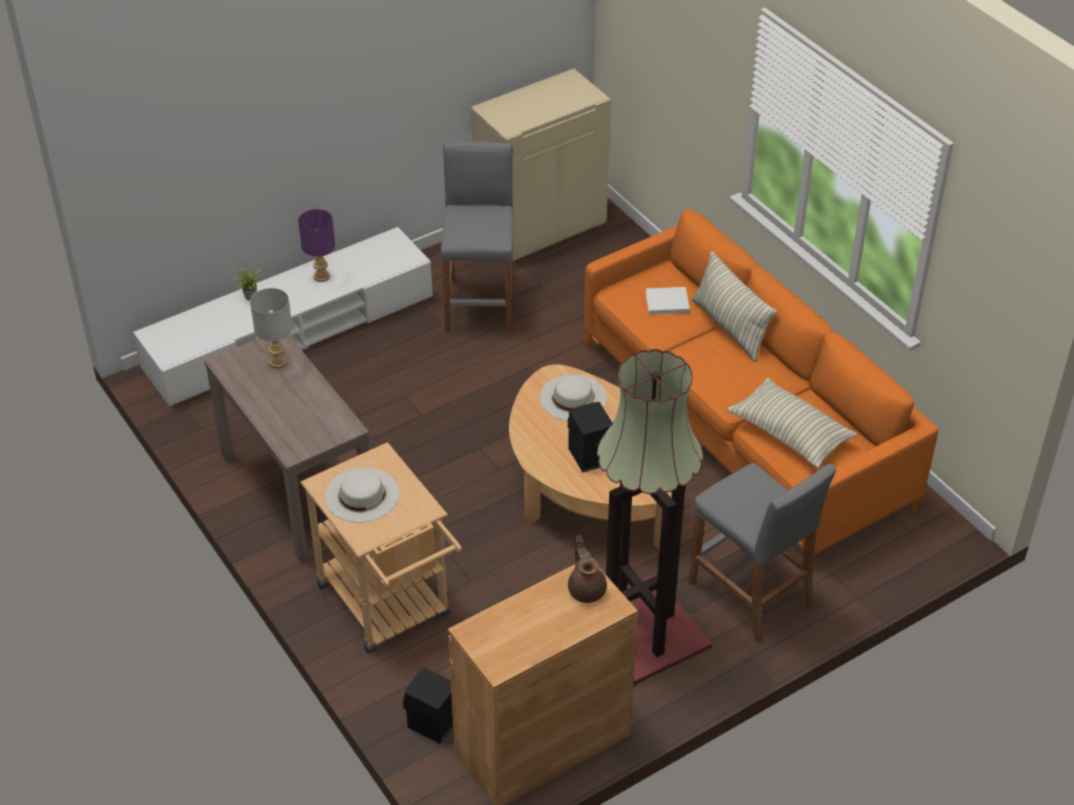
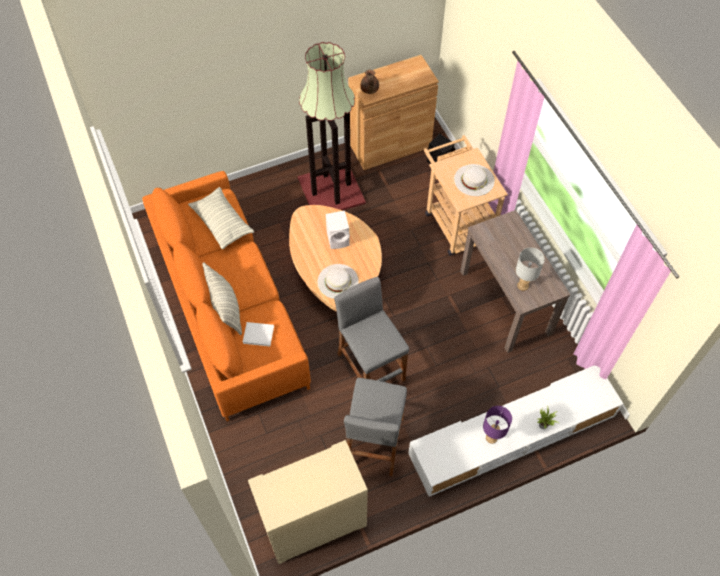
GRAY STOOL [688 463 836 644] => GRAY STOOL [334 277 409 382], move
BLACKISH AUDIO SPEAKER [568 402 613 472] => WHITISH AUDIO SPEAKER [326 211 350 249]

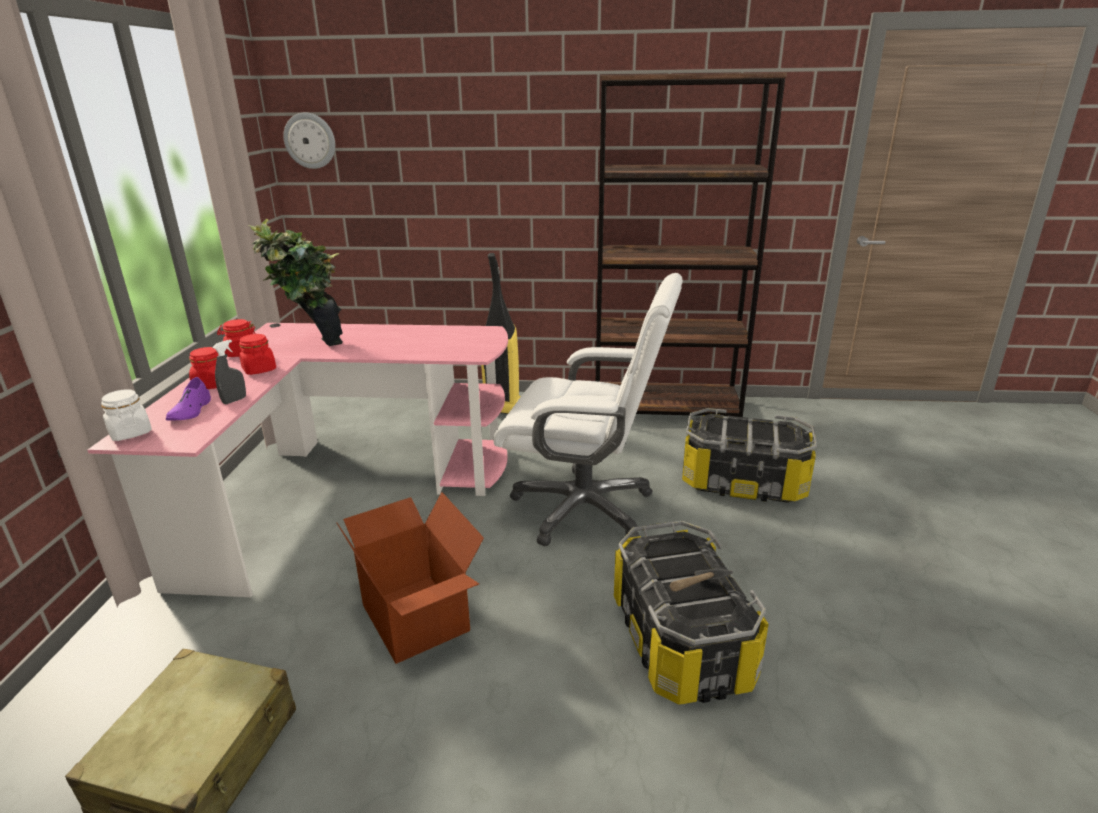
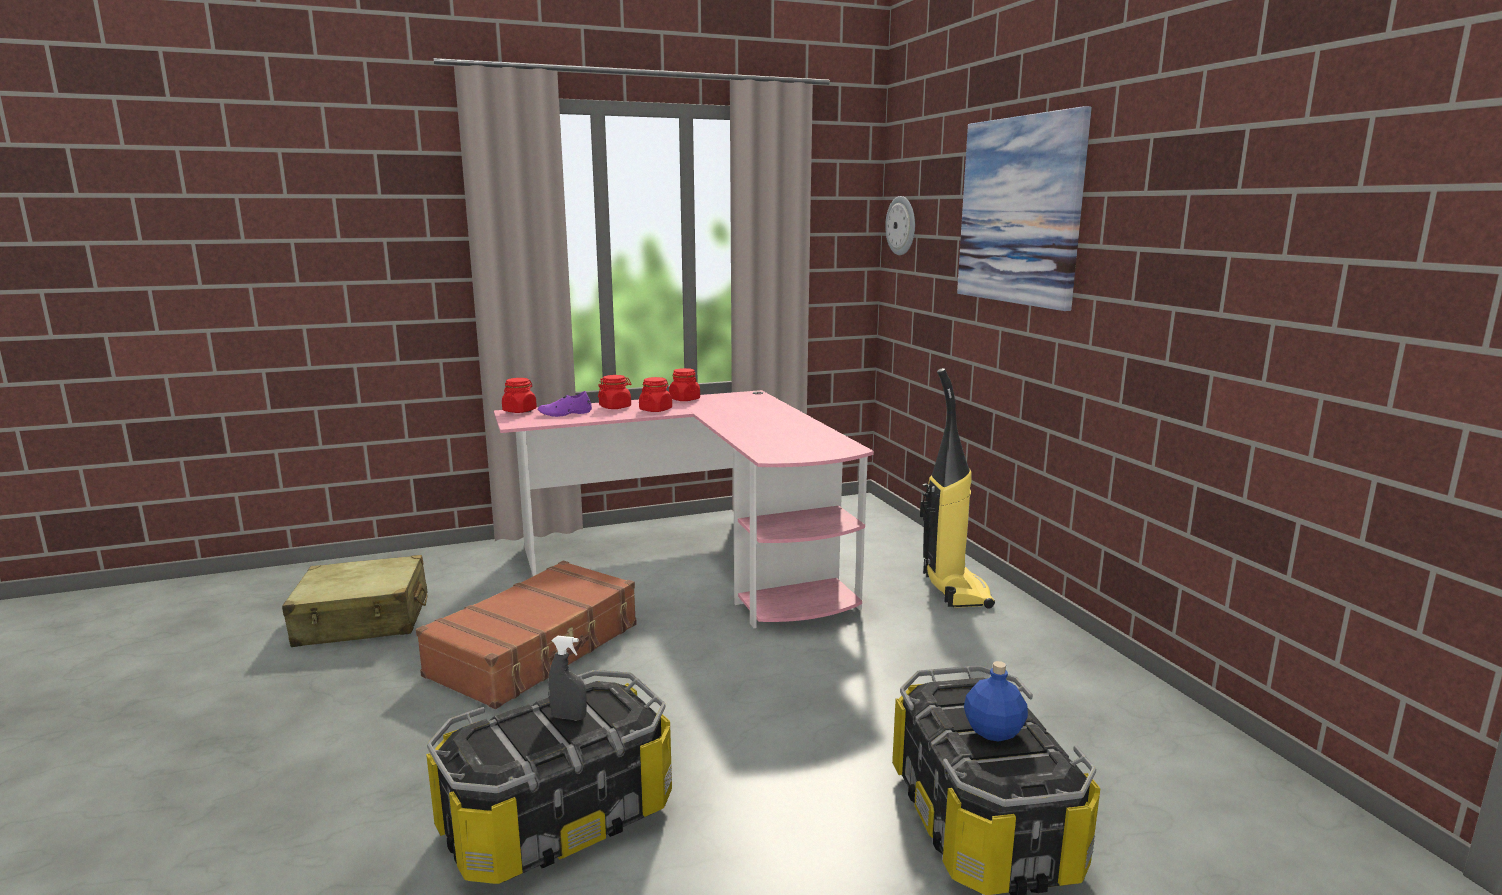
PLANT IN A POT [249 219 343 346] => nothing
WHITISH COMPUTER CHAIR [493 273 683 546] => nothing
BROWN-COLOURED SHELVING UNIT [596 72 787 417] => nothing
TOOL HAMMER [670 568 733 592] => nothing
nothing => WALL PICTURE [957 106 1092 311]
nothing => BLUISH BOTTLE [964 661 1028 742]
GRAY HAND SPRAYER [212 340 246 404] => GRAY HAND SPRAYER [548 636 587 720], move
CARDBOARD BOX [336 492 484 664] => BROWN-COLOURED SUITCASE [416 561 637 709]
WHITISH STORAGE JAR [101 389 152 441] => RED STORAGE JAR [502 378 537 413]

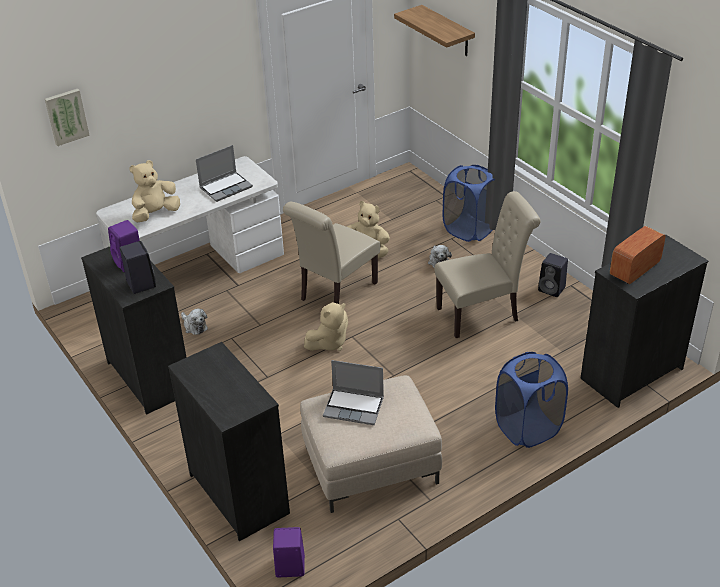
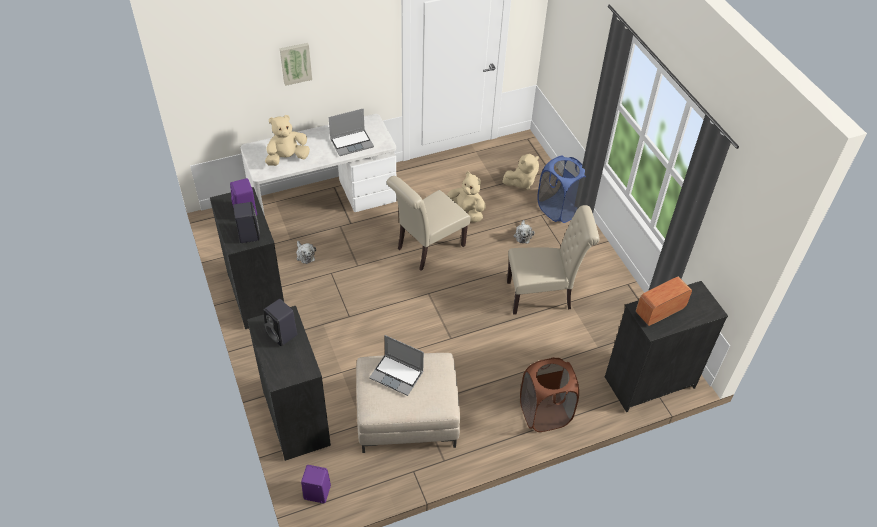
SHELF [394 5 475 56] => nothing
WALL PICTURE [45 89 90 146] => WALL PICTURE [280 43 312 86], move
BEIGE-COLOURED CUDDLY TOY [304 302 348 351] => BEIGE-COLOURED CUDDLY TOY [502 154 539 190], move
BLACKISH AUDIO SPEAKER [538 253 568 297] => BLACKISH AUDIO SPEAKER [264 299 297 346], move
BLUISH HAMPER [495 352 568 448] => BROWN-COLOURED HAMPER [520 357 579 432]

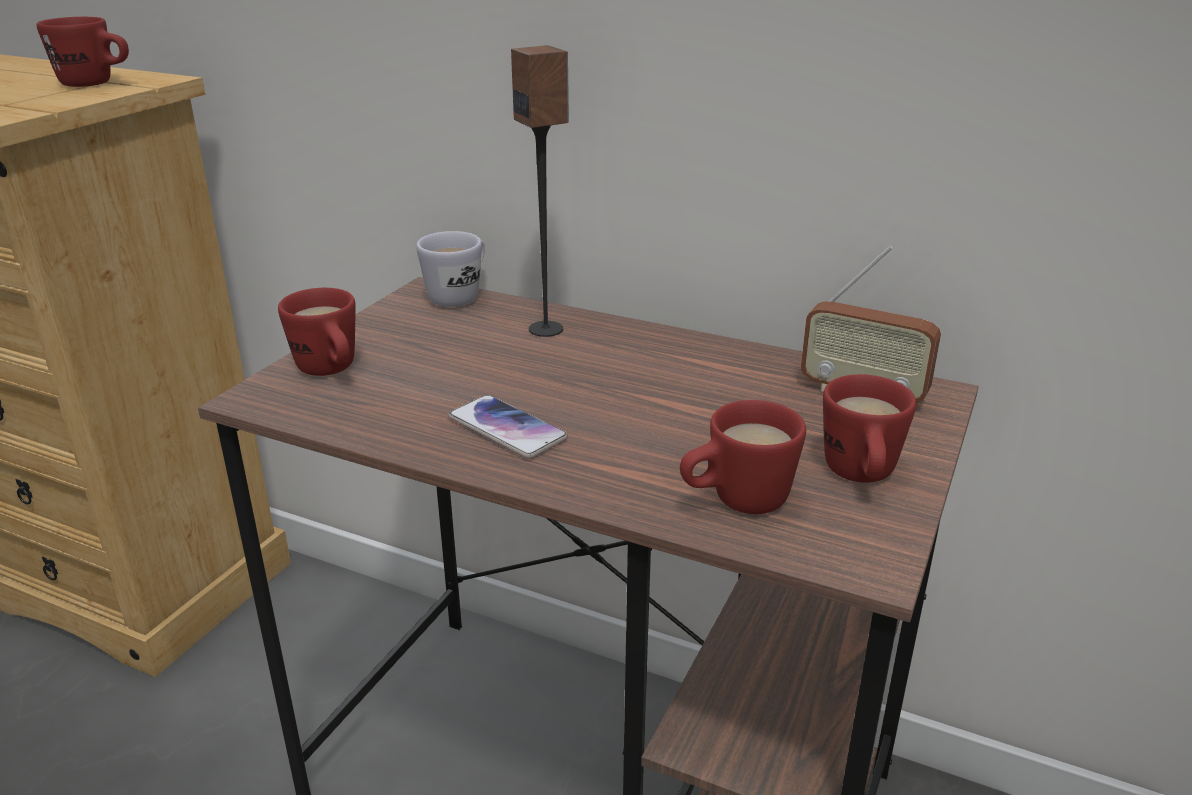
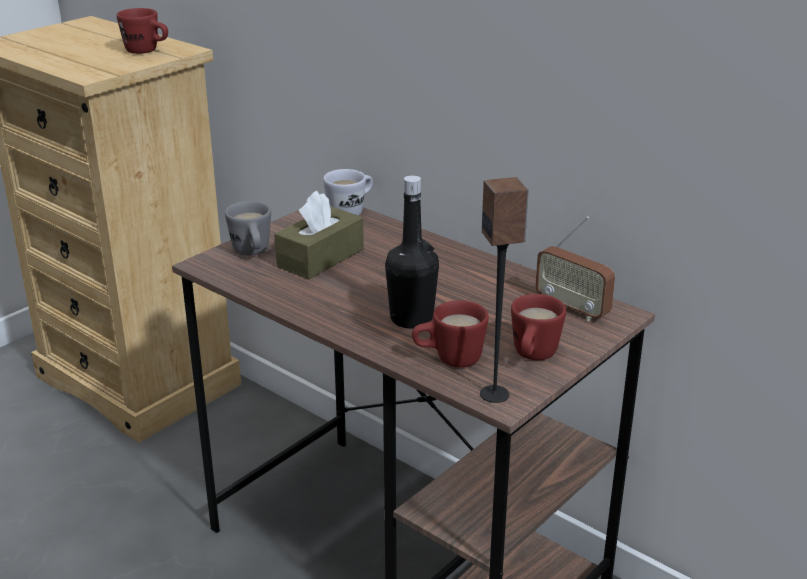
PHONE [448 395 568 459] => nothing
nothing => BROWN-COLOURED TISSUE BOX [274 191 364 280]
nothing => BLACKISH BOTTLE [385 175 439 329]
AUDIO SPEAKER [511 45 569 337] => AUDIO SPEAKER [480 177 529 403], move
RED COFFEE MUG [278 288 356 376] => GRAY COFFEE MUG [225 201 271 256]

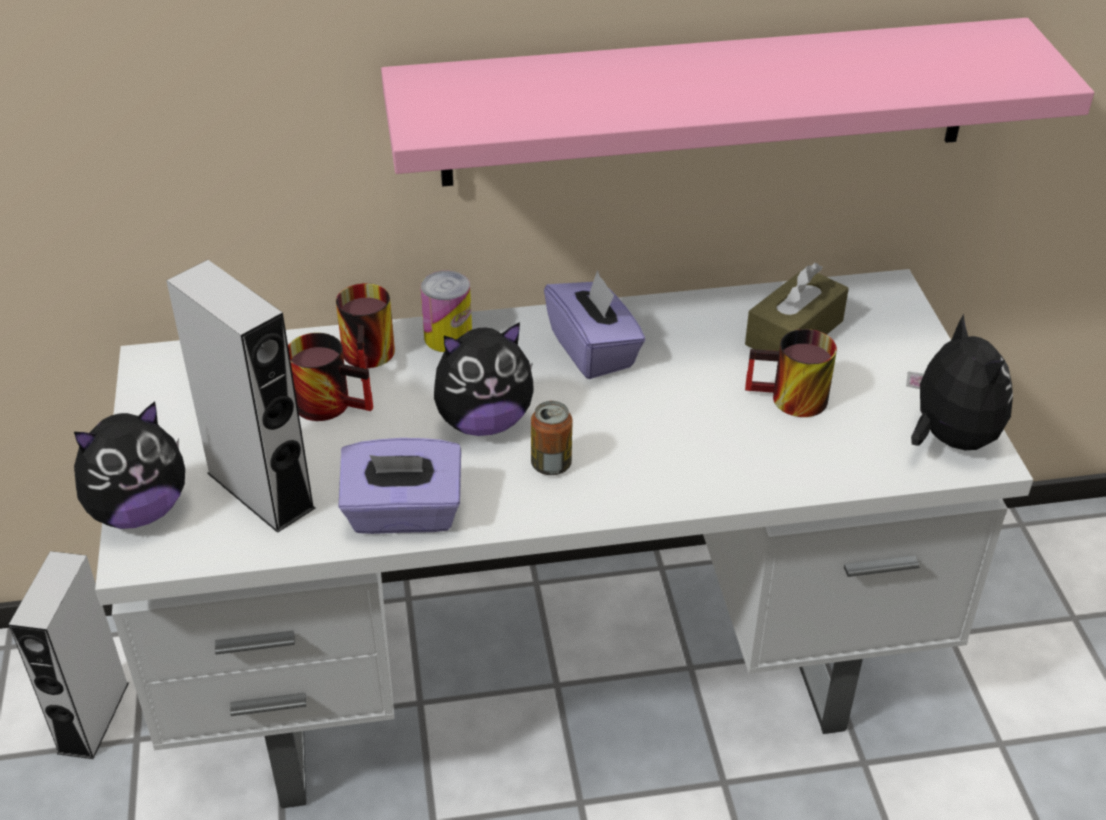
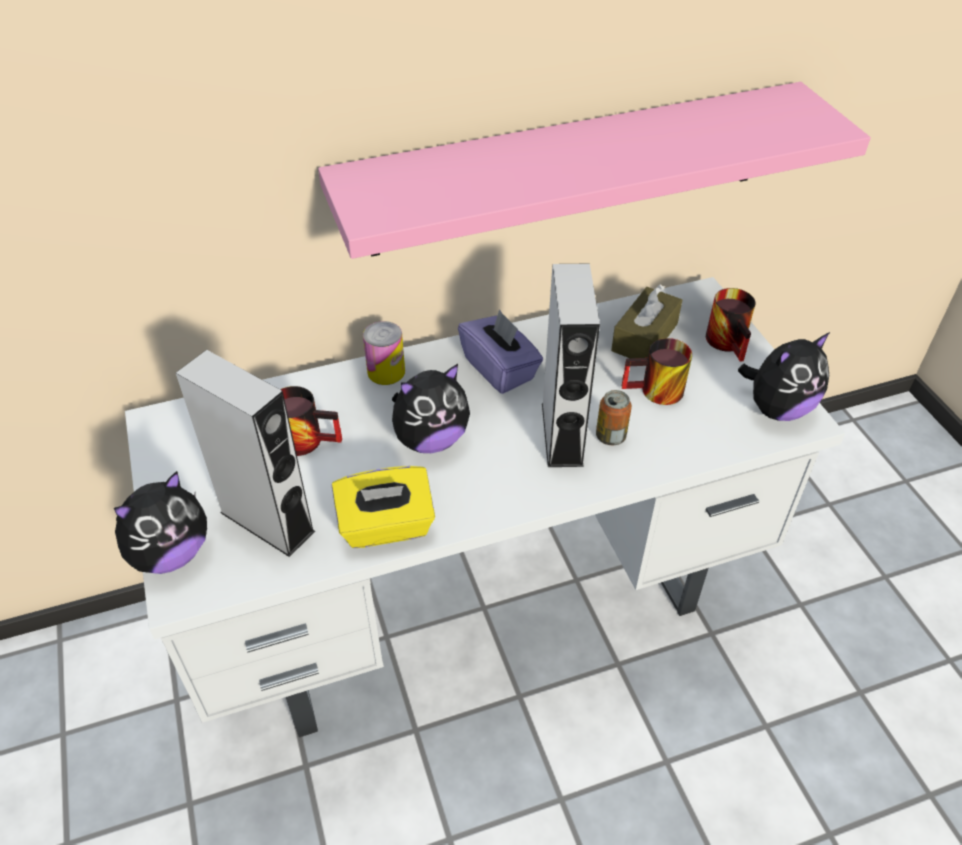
GRAY AUDIO SPEAKER [9 551 129 759] => GRAY AUDIO SPEAKER [542 263 600 467], move
COFFEE MUG [336 283 395 381] => COFFEE MUG [706 288 755 362], move
CAN [531 401 573 475] => CAN [596 390 632 445], move
PURPLISH TISSUE BOX [338 438 461 534] => YELLOW-COLOURED TISSUE BOX [332 466 435 548]
CUDDLY TOY [906 313 1013 450] => CUDDLY TOY [738 332 830 421], 90 degrees clockwise

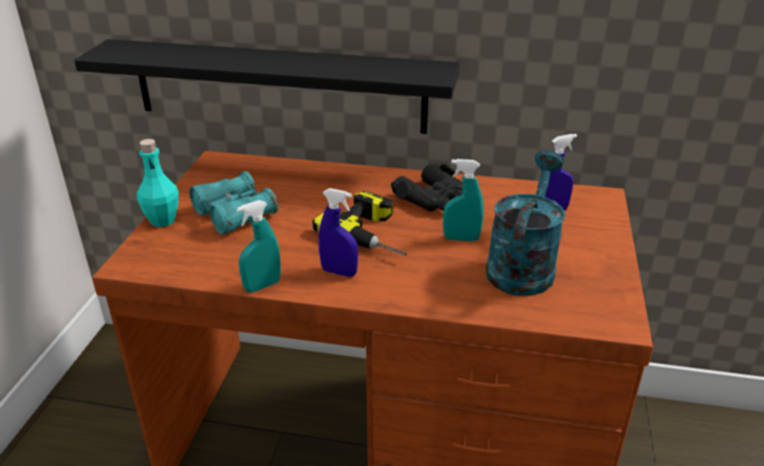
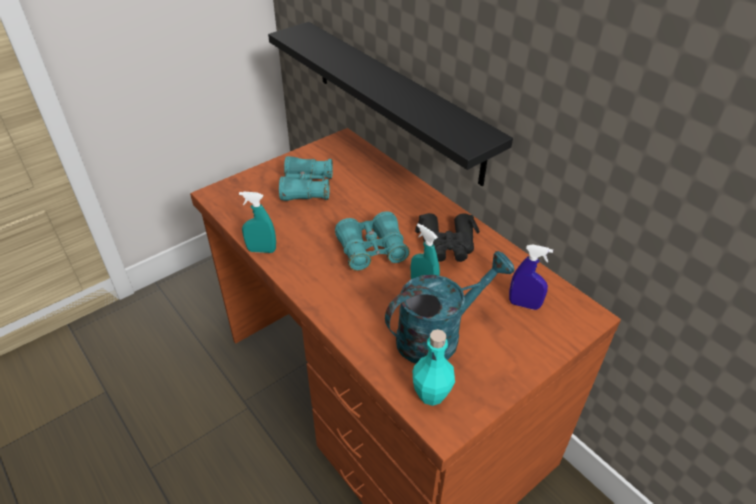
BLUISH HAND SPRAYER [319 188 358 277] => nothing
TURQUOISE-COLOURED BOTTLE [137 139 179 227] => TURQUOISE-COLOURED BOTTLE [413 329 455 406], move
DRILL [312 191 407 256] => TURQUOISE-COLOURED PAIR OF BINOCULARS [335 211 410 271]

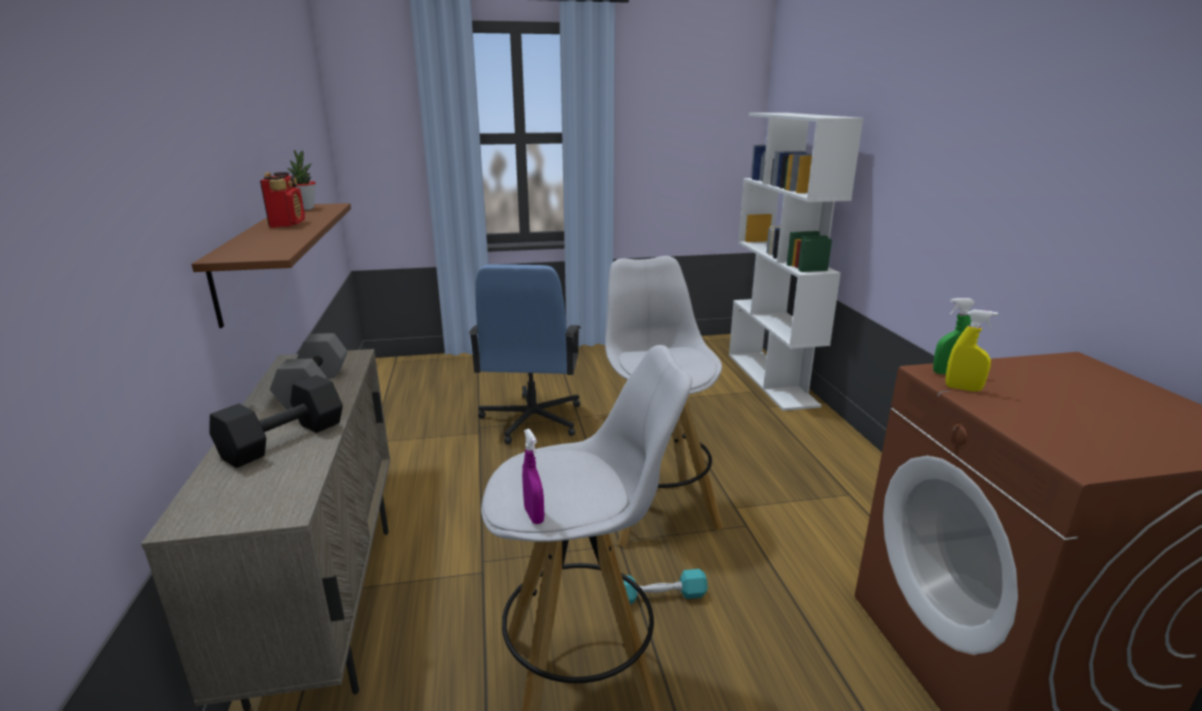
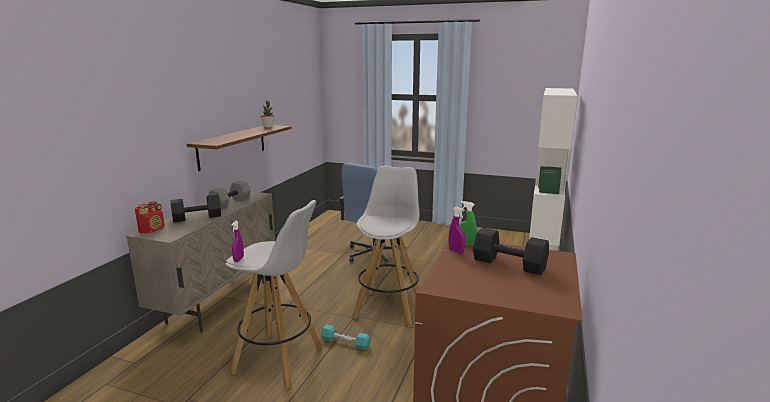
nothing => BLACKISH FREE WEIGHT [473 228 549 275]
RADIO [260 172 305 228] => RADIO [135 201 165 234], move
YELLOW-COLOURED HAND SPRAYER [945 310 998 391] => PURPLISH HAND SPRAYER [449 207 465 254]

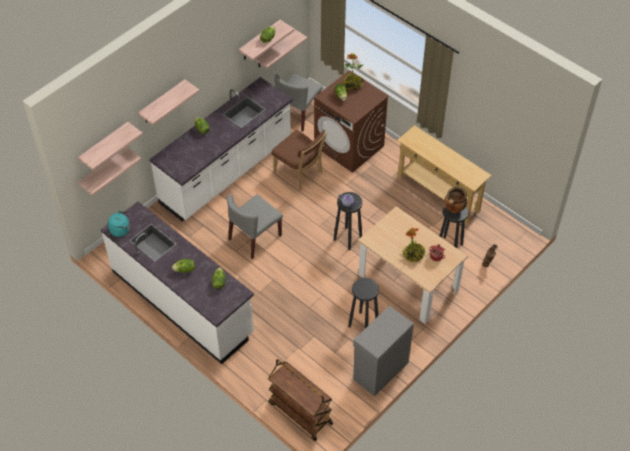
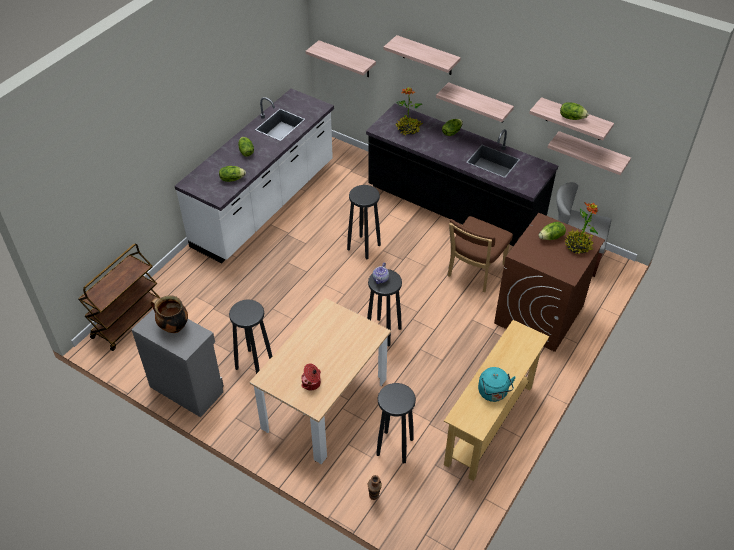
SHELF [78 122 143 170] => SHELF [436 82 514 123], move
TURQUOISE-COLOURED WATER KETTLE [108 210 130 237] => TURQUOISE-COLOURED WATER KETTLE [478 367 516 402], move
PLANT IN A POT [402 228 425 263] => PLANT IN A POT [395 87 423 135], move
STOCKPOT [444 187 467 213] => STOCKPOT [151 295 188 333], move
GRAY UPRIGHT CHAIR [227 194 283 259] => BLACKISH STOOL [347 185 381 259]
WHITISH KITCHEN COUNTER [150 77 293 221] => BLACKISH KITCHEN COUNTER [366 103 558 246]

